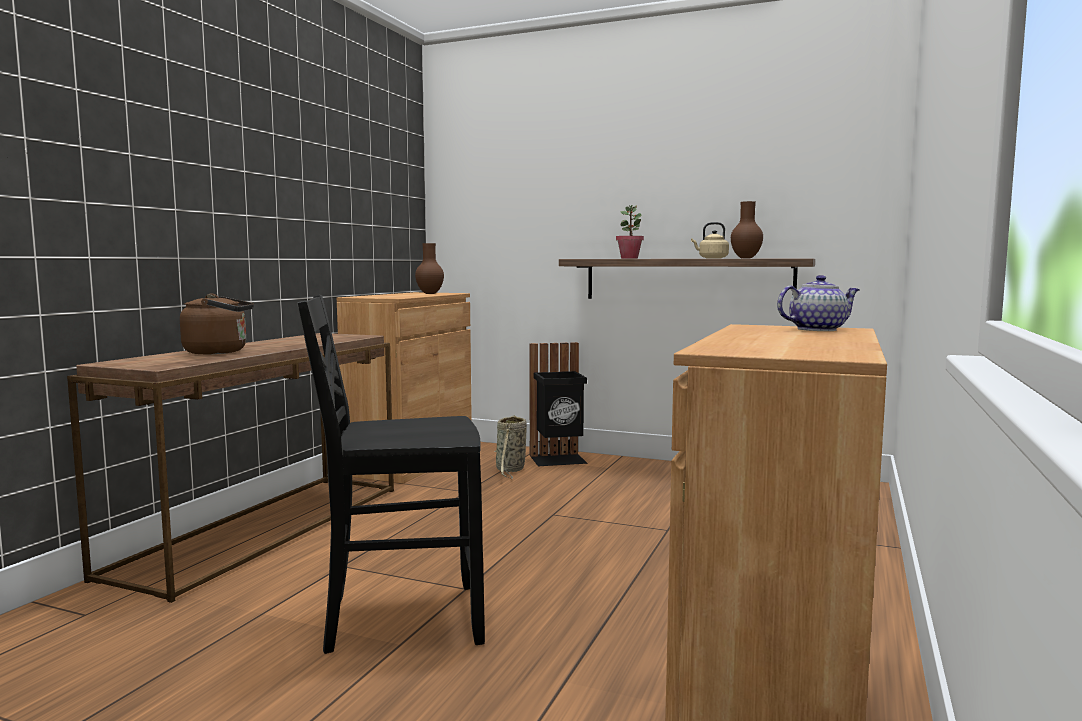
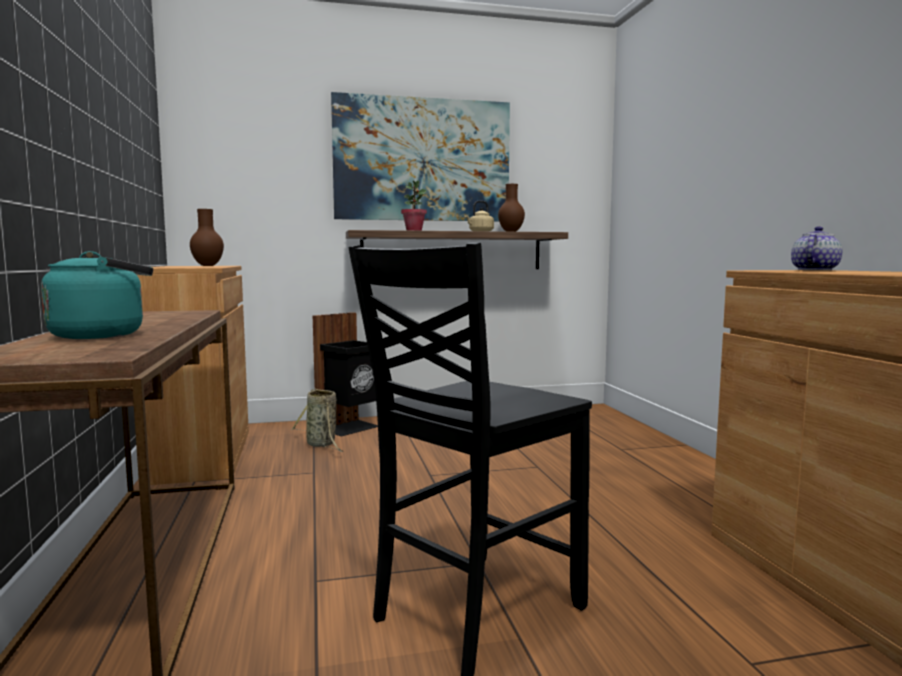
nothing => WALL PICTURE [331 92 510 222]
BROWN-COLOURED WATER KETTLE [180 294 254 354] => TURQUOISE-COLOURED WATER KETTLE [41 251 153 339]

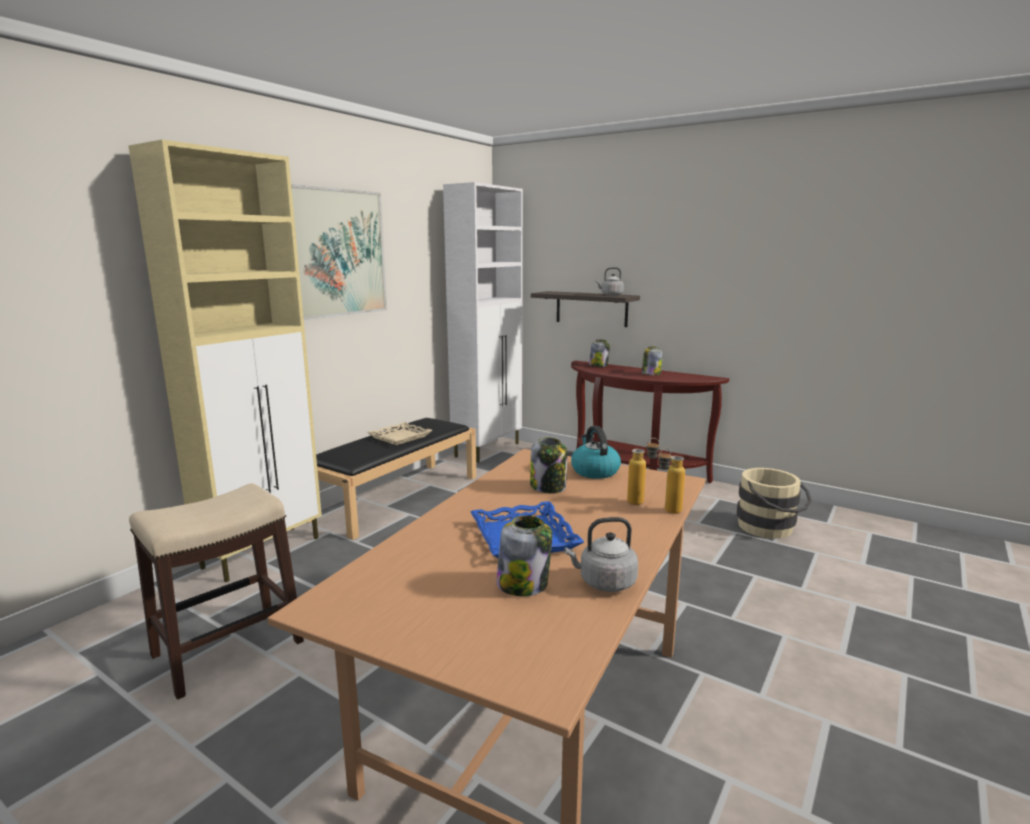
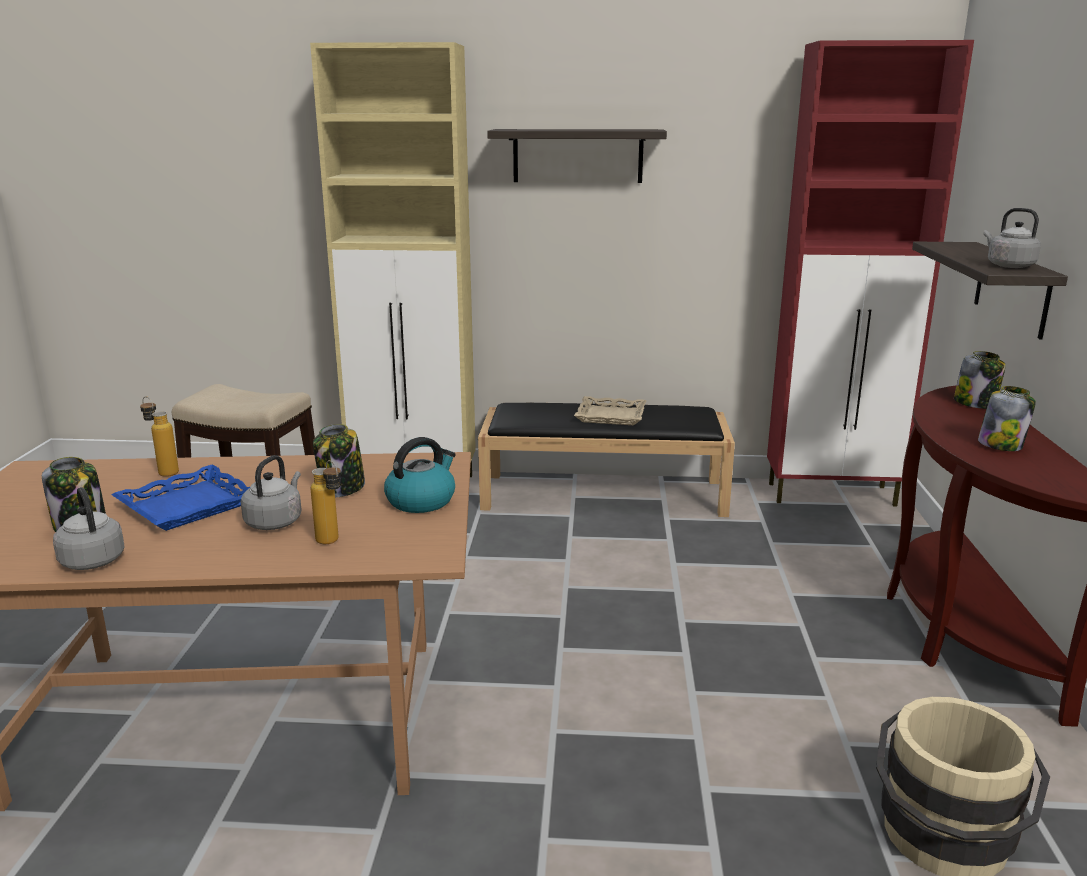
nothing => GRAY WATER KETTLE [241 455 302 530]
BOTTLE [658 448 685 514] => BOTTLE [140 396 179 477], move
WALL PICTURE [291 184 387 320] => SHELF [487 129 667 183]
WHITISH STORAGE CABINET [443 182 523 463] => RED STORAGE CABINET [767 40 974 507]

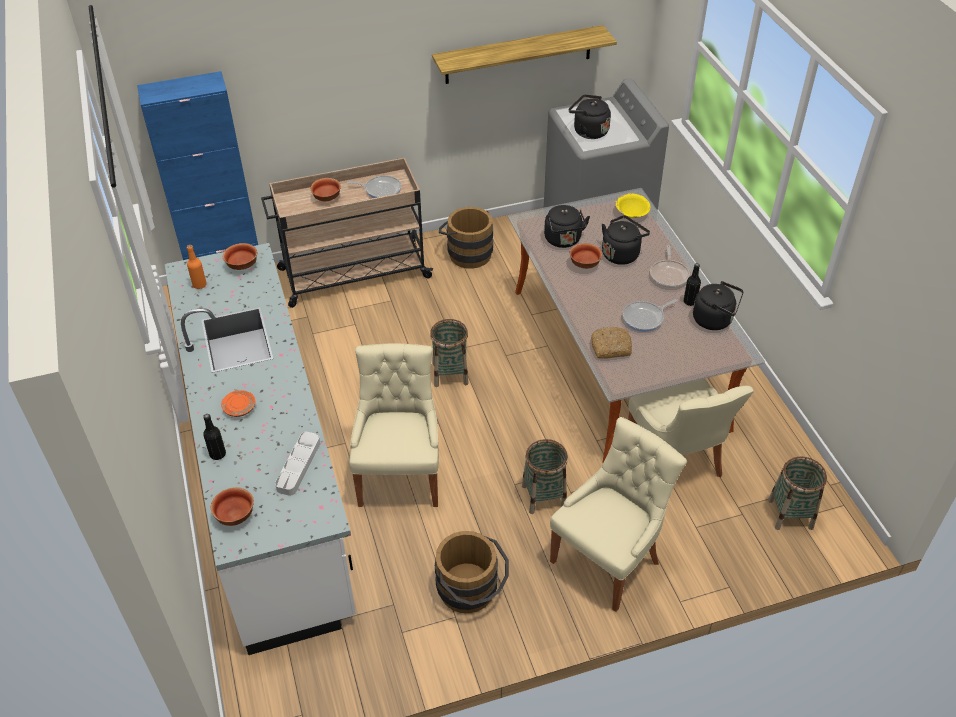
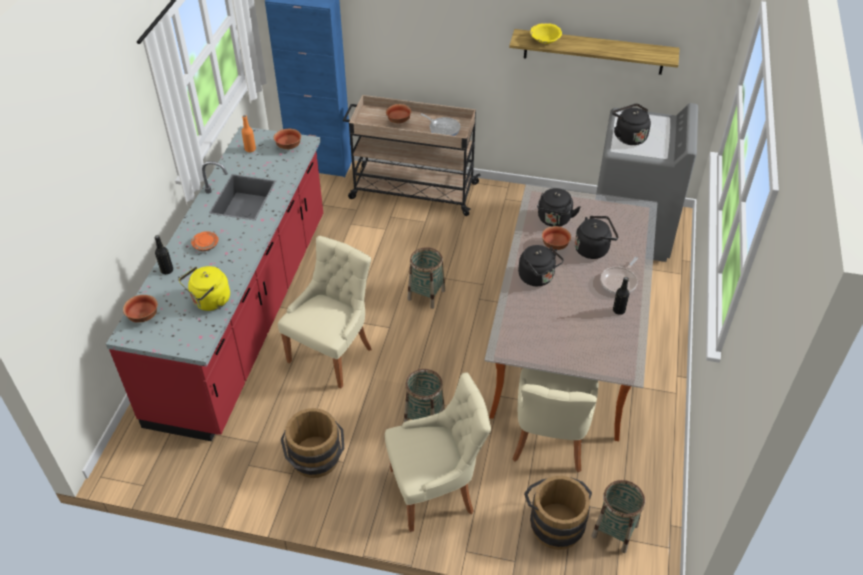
BAKERY BREAD [591 327 632 359] => nothing
FRYING PAN [622 299 678 332] => nothing
BROWN-COLOURED BUCKET [439 207 493 269] => BROWN-COLOURED BUCKET [524 476 592 550], move
YELLOW-COLOURED DEEP DISH [615 193 651 218] => YELLOW-COLOURED DEEP DISH [530 23 562 44], move
BLACKISH WATER KETTLE [693 281 743 330] => BLACKISH WATER KETTLE [518 245 564 286], move
GRAY TRAY [275 432 320 496] => YELLOW-COLOURED WATER KETTLE [179 266 230 311]
WHITISH KITCHEN COUNTER [165 243 356 655] => RED KITCHEN COUNTER [106 126 323 441]

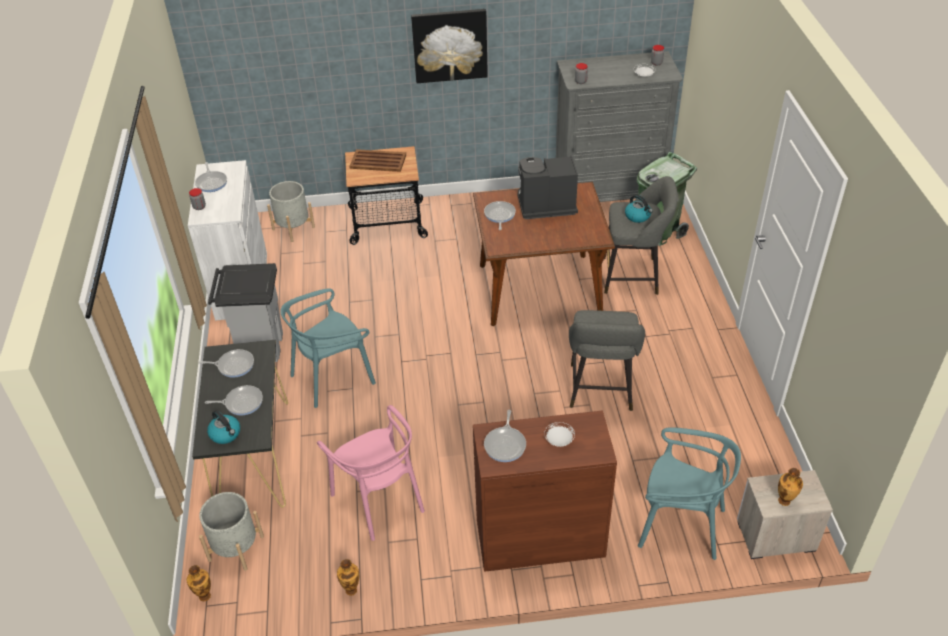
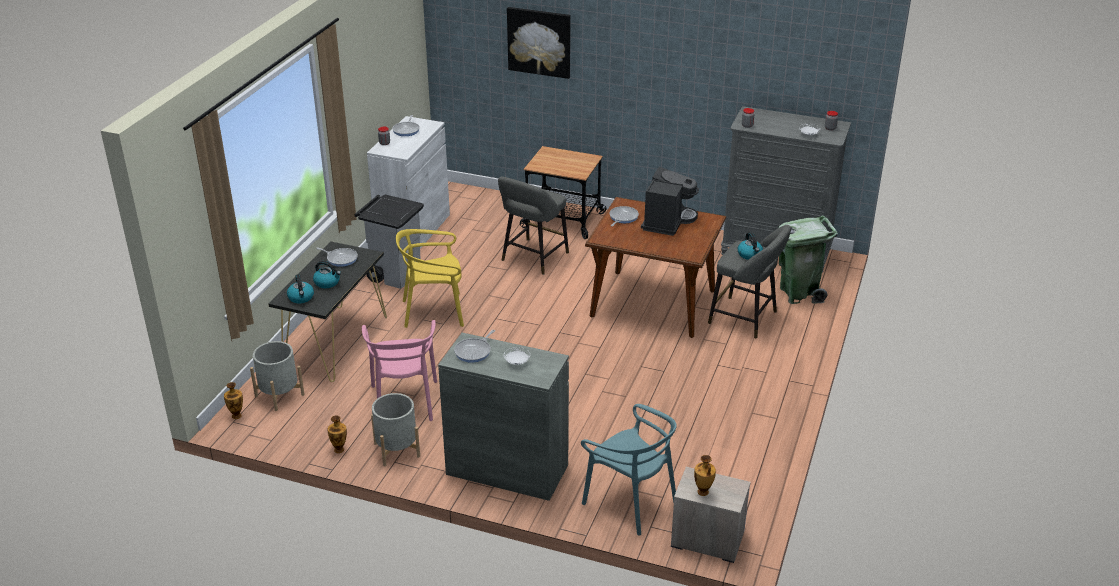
BROWN-COLOURED TRAY [349 149 406 172] => nothing
GRAY FLOWER POT [267 181 315 242] => GRAY FLOWER POT [371 393 420 466], move
WALL PICTURE [411 9 488 83] => WALL PICTURE [507 7 571 79], move
GRAY STOOL [569 310 645 411] => GRAY STOOL [498 176 569 275], move
FRYING PAN [205 385 263 415] => WATER KETTLE [313 261 341 288]
TURQUOISE-COLOURED UPRIGHT CHAIR [280 288 376 408] => YELLOW-COLOURED UPRIGHT CHAIR [396 229 464 328]
BROWN-COLOURED STORAGE CABINET [473 410 617 572] => GRAY STORAGE CABINET [438 333 569 501]
COFFEE MACHINE [518 156 578 219] => COFFEE MACHINE [641 166 699 236], 90 degrees clockwise

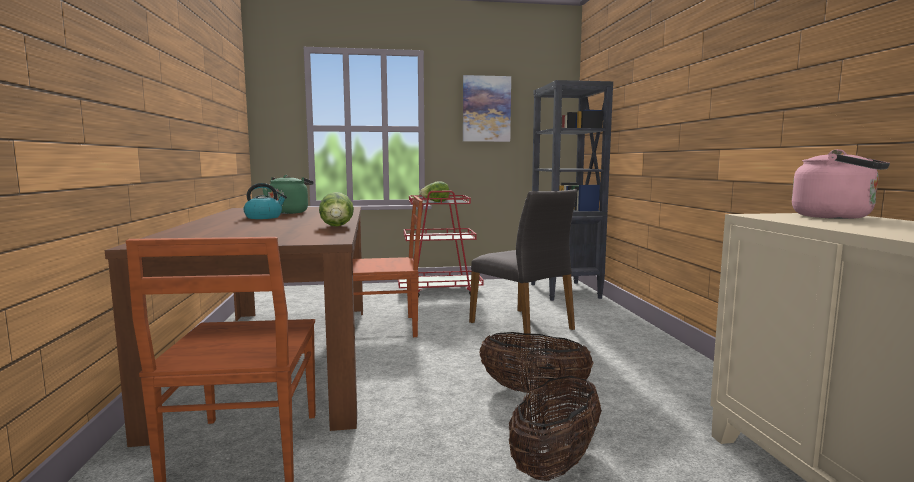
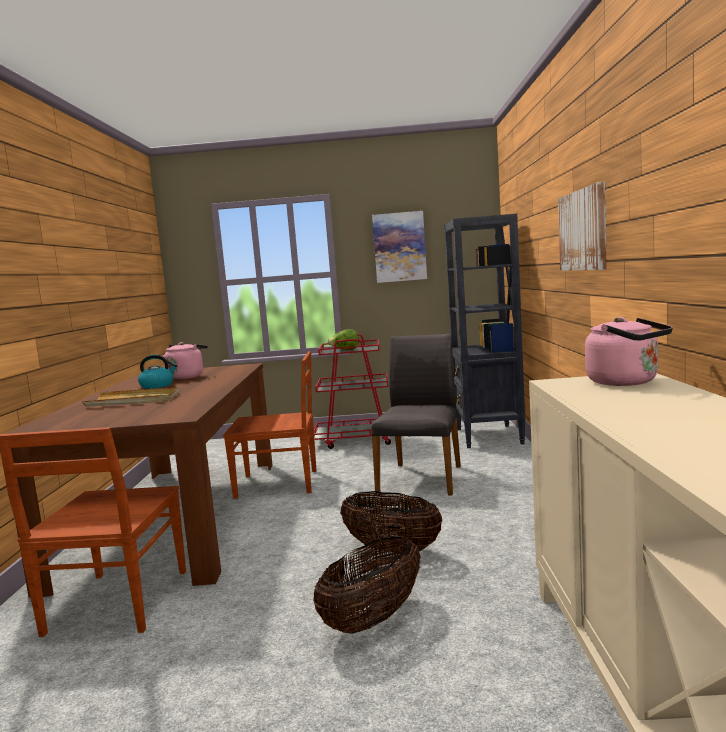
LETTUCE HEAD [319 192 354 227] => nothing
nothing => BEIGE-COLOURED TRAY [82 387 179 407]
nothing => WALL PICTURE [558 182 607 271]
GREENISH WATER KETTLE [262 175 314 214] => PINKISH WATER KETTLE [161 342 208 380]
GRAY UPRIGHT CHAIR [469 189 577 342] => GRAY UPRIGHT CHAIR [371 334 461 495], 135 degrees counterclockwise

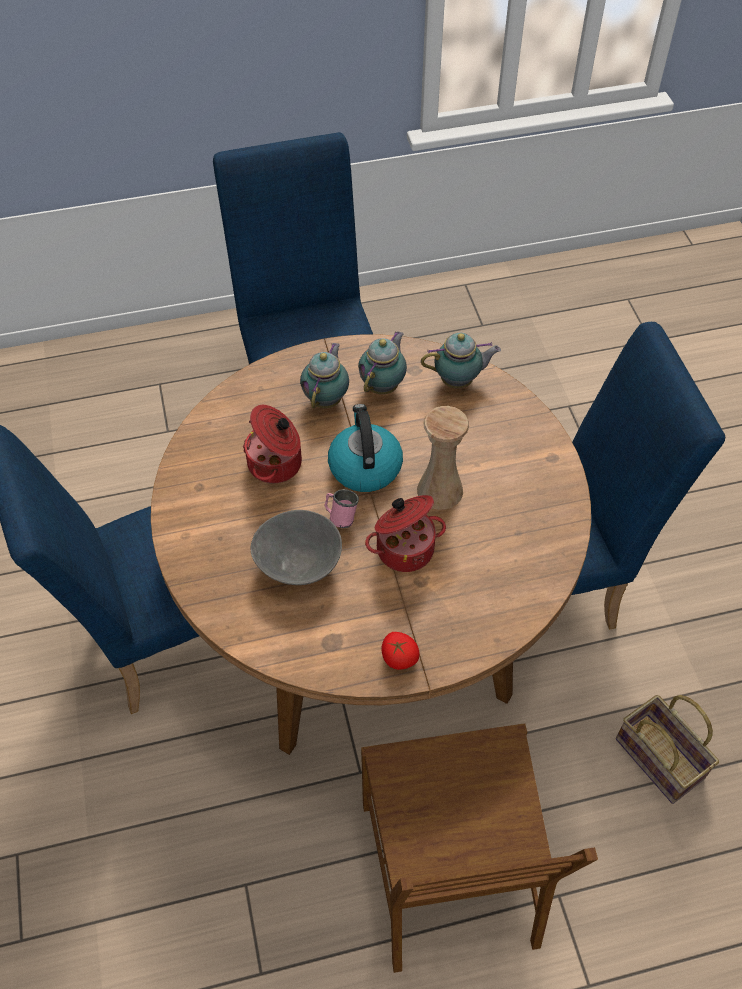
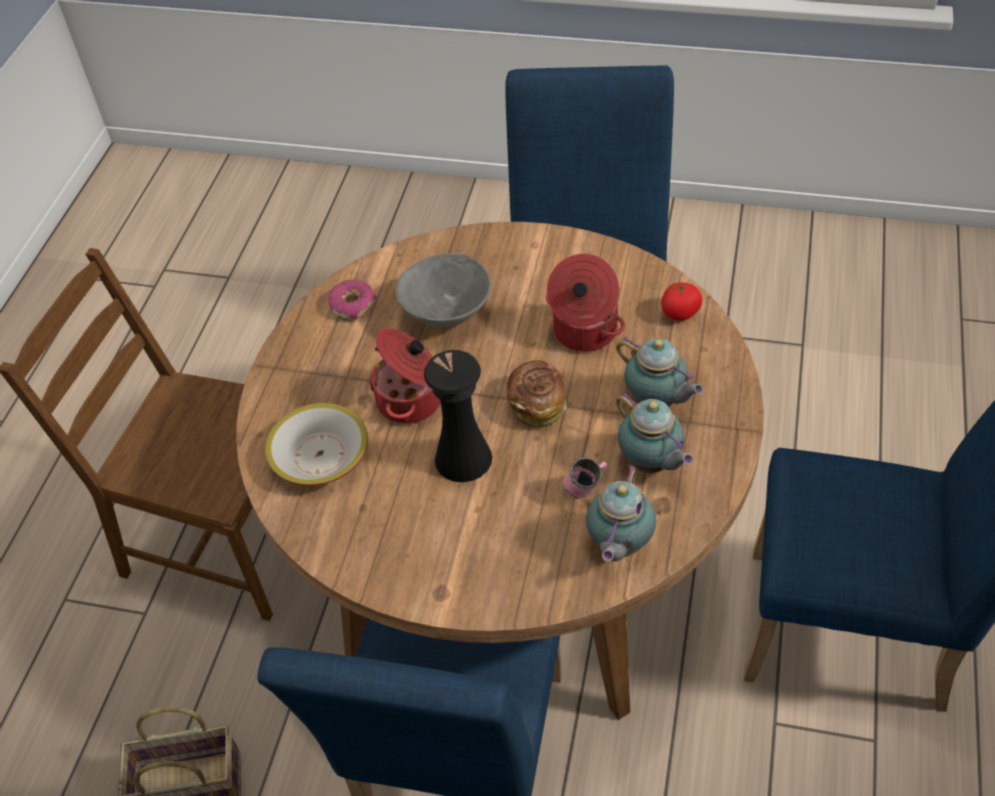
nothing => DEEP DISH [265 403 368 486]
nothing => DONUT [328 280 376 320]
PINKISH COFFEE MUG [325 489 359 528] => PINKISH COFFEE MUG [564 457 607 499], move
WHOLE TOMATO [382 632 419 670] => WHOLE TOMATO [661 282 702 321], move
WATER KETTLE [328 404 403 492] => BAKERY BREAD [507 360 566 428]
BEIGE-COLOURED VASE [417 406 469 510] => BLACKISH VASE [424 350 492 482]

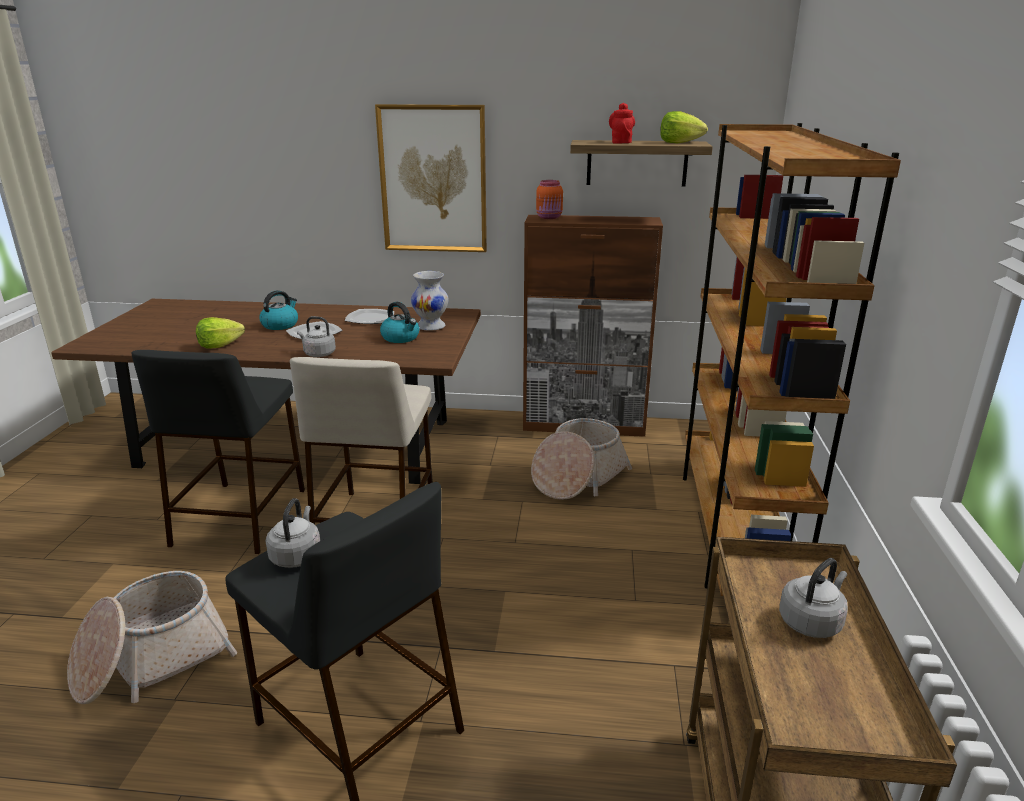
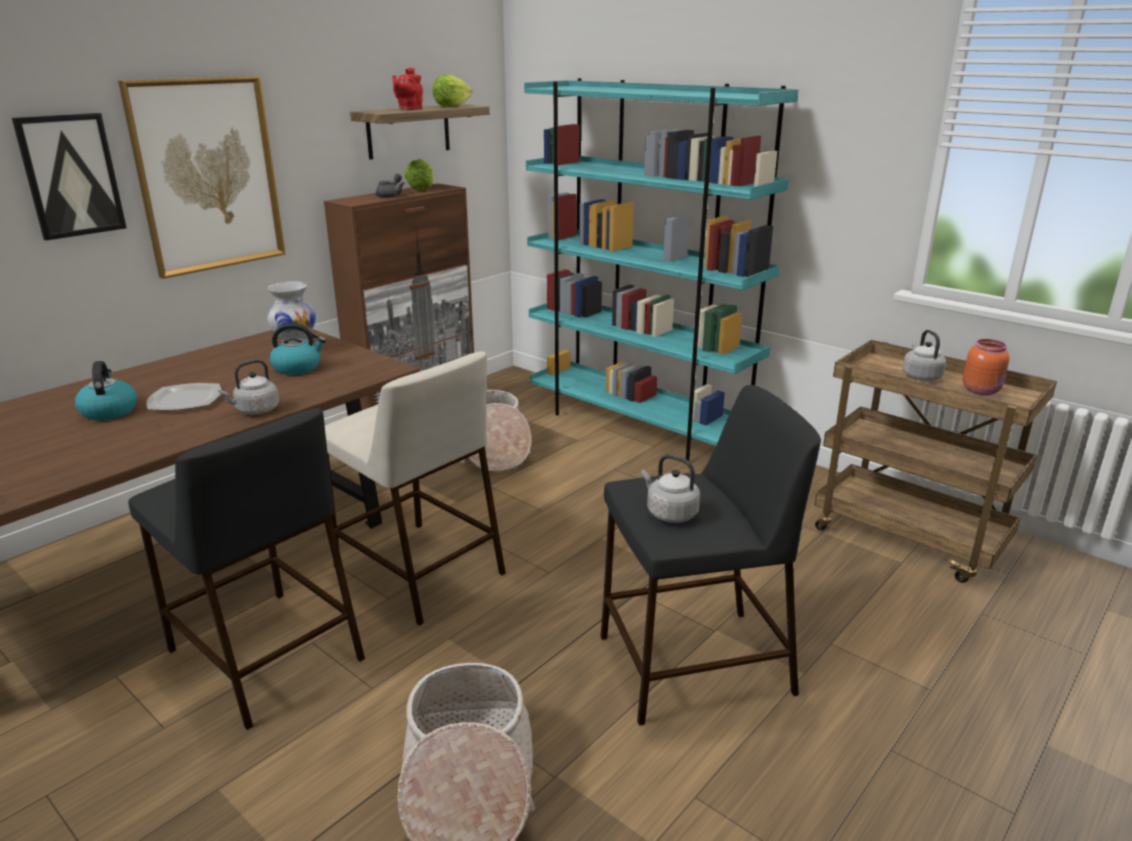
PLATE [345 309 394 324] => nothing
nothing => WALL PICTURE [12 113 126 240]
nothing => GRAY TEA POT [376 174 405 198]
LETTUCE HEAD [196 317 245 348] => LETTUCE HEAD [405 159 434 190], move
ORANGEY STORAGE JAR [536 180 563 219] => ORANGEY STORAGE JAR [963 339 1010 395], move
BROWN-COLOURED SHELVING UNIT [683 123 901 596] => TURQUOISE-COLOURED SHELVING UNIT [524 78 798 461]
RED TEA POT [609 103 635 144] => RED TEA POT [392 67 423 110], 105 degrees counterclockwise

